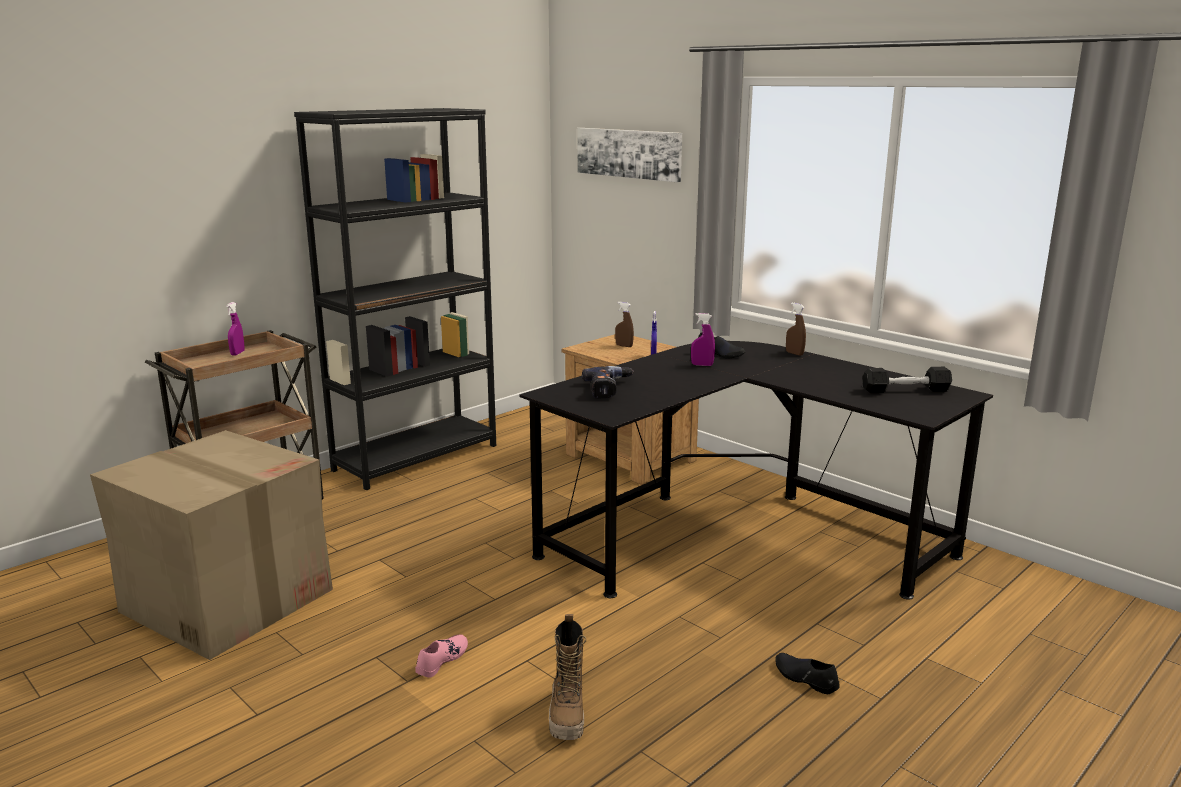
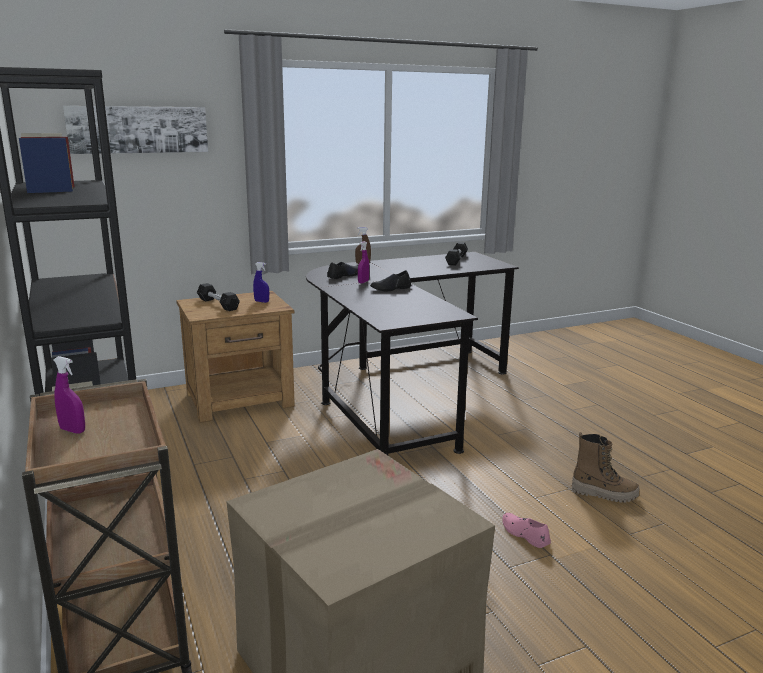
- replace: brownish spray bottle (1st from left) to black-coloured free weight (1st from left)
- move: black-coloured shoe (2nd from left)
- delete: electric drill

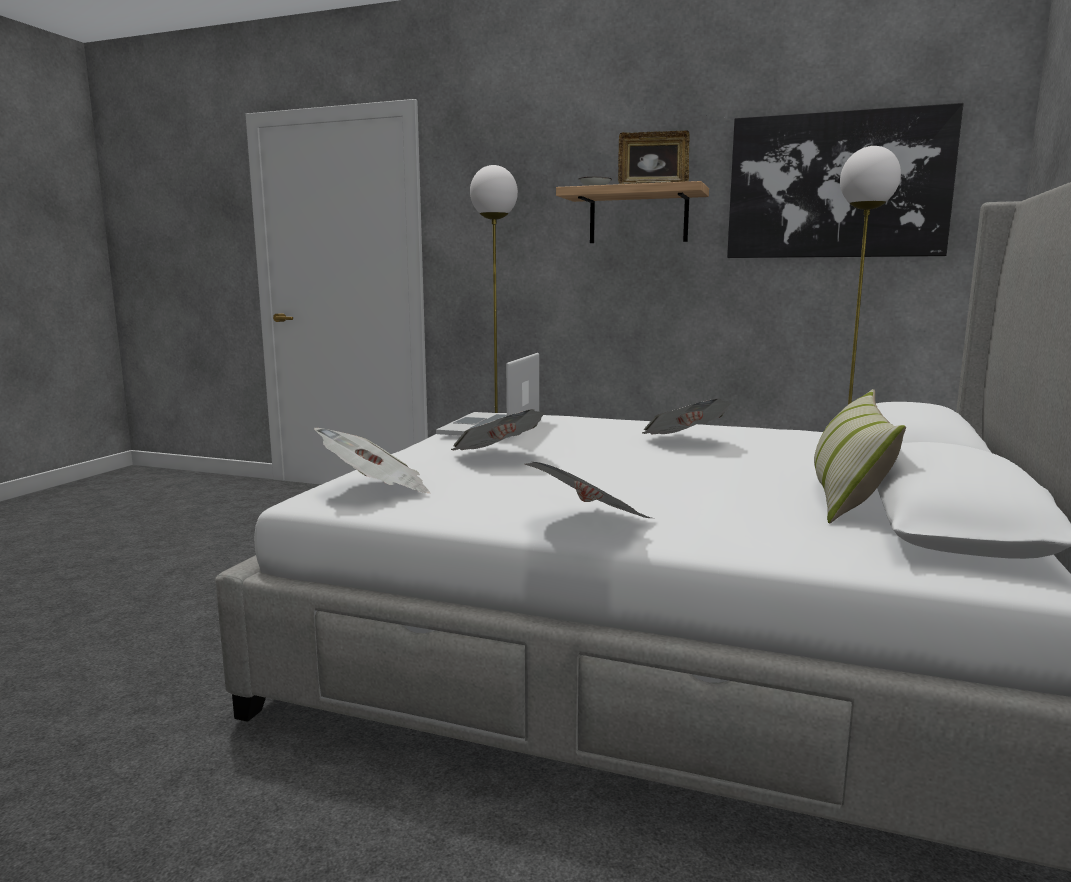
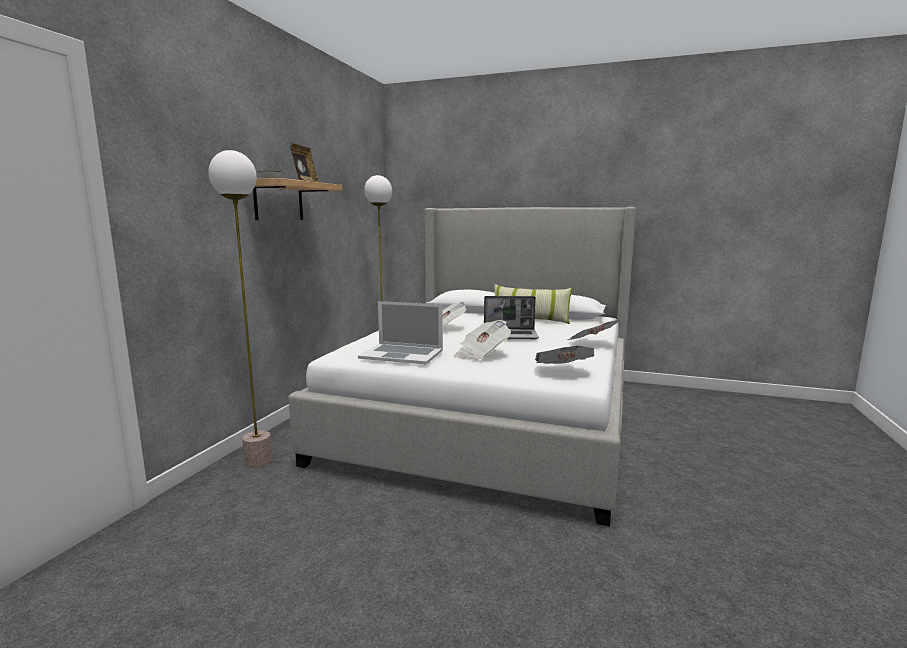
- insert: portable computer (2nd from left)
- delete: picture

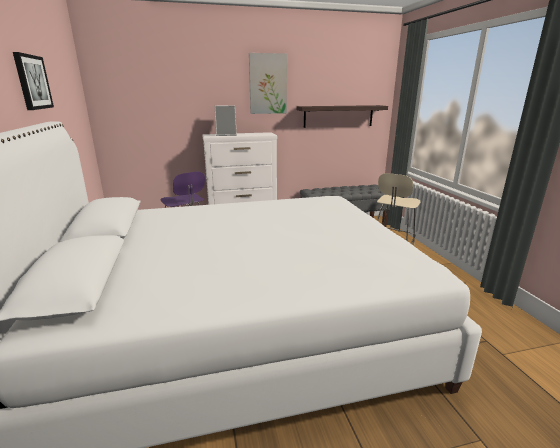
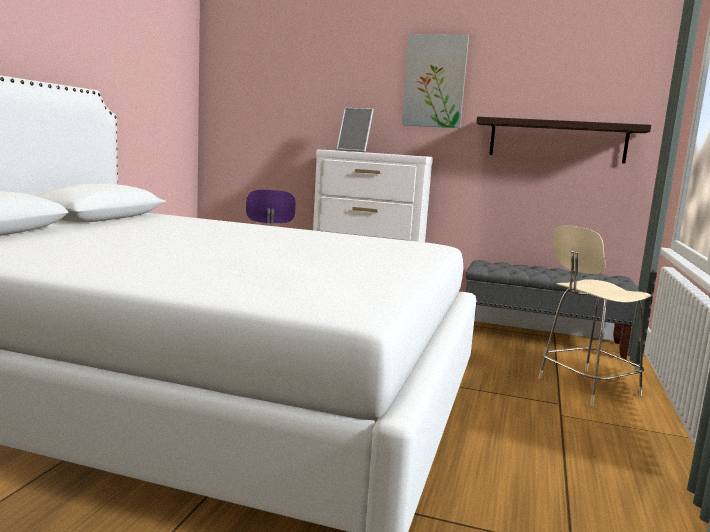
- delete: picture (1st from left)

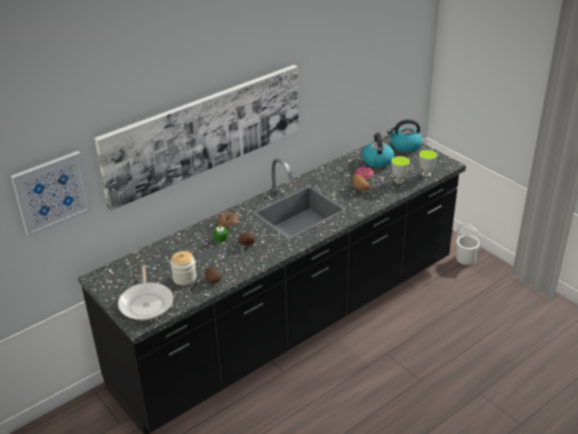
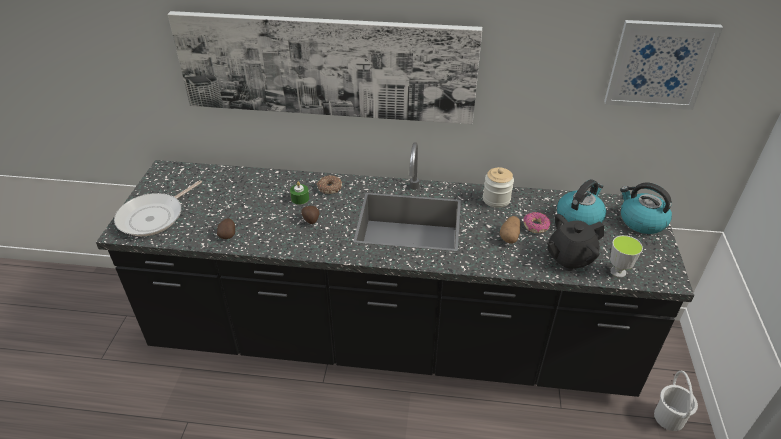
- move: storage jar
- replace: drinking cup (1st from left) to black-coloured tea pot
- move: picture (1st from left in the first image) to picture (2nd from left)

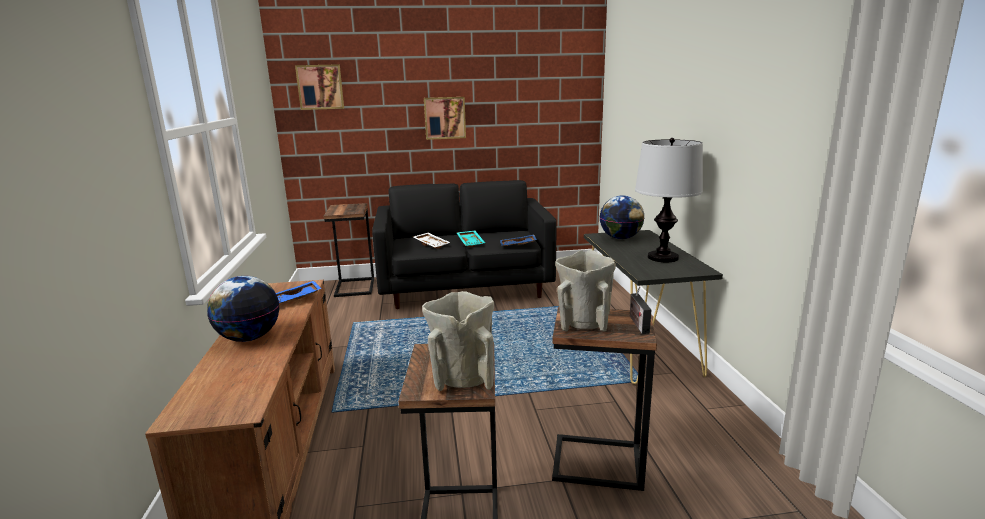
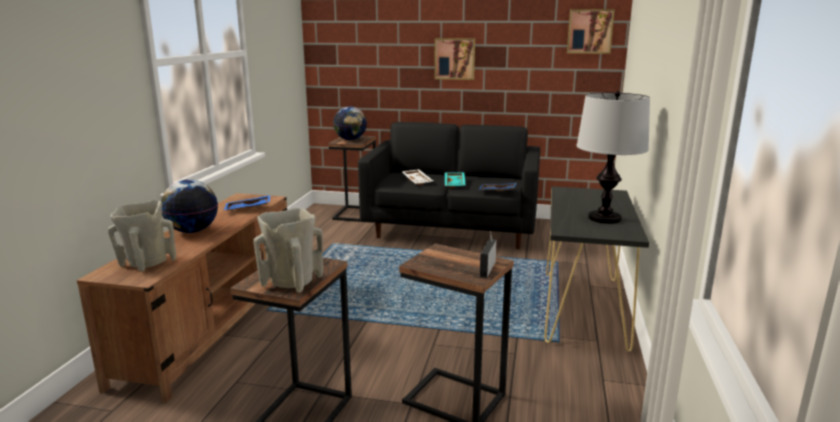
- move: beige-coloured flower vase (2nd from left in the first image) to beige-coloured flower vase (1st from left)
- move: globe (2nd from left)
- move: picture (1st from left in the first image) to picture (2nd from left)

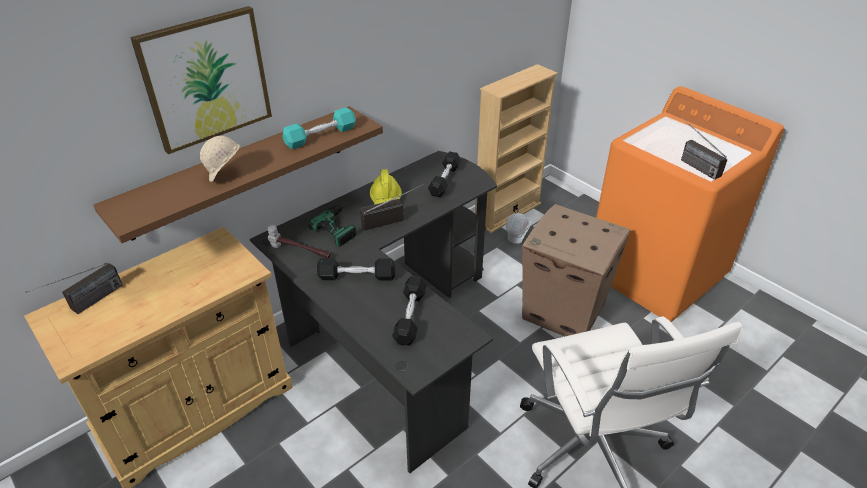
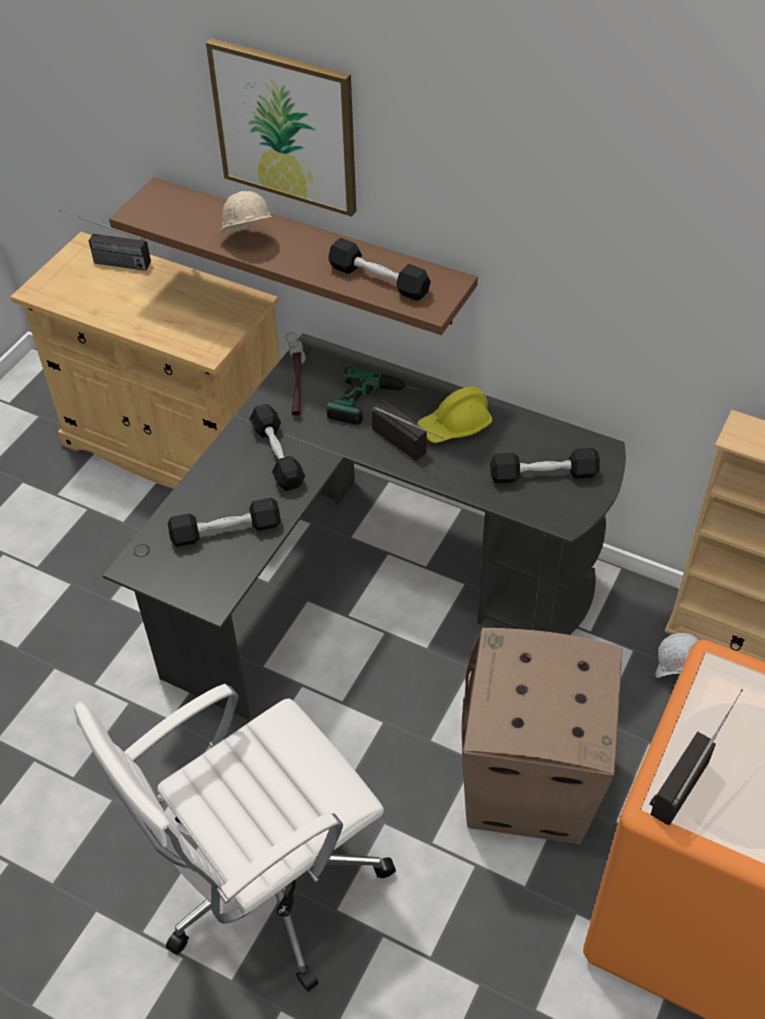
- recolor: blue-green free weight to black-coloured free weight (3rd from left)

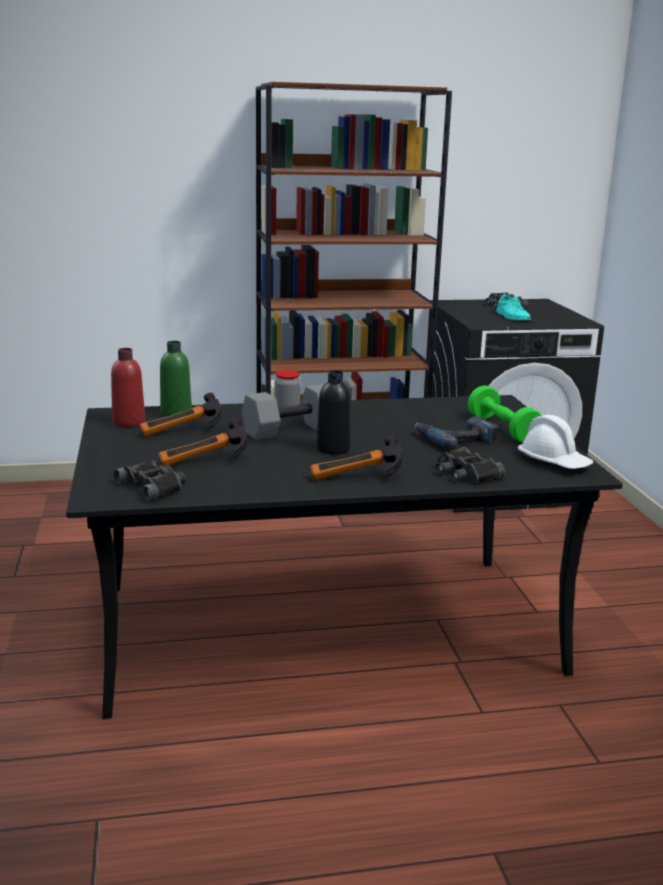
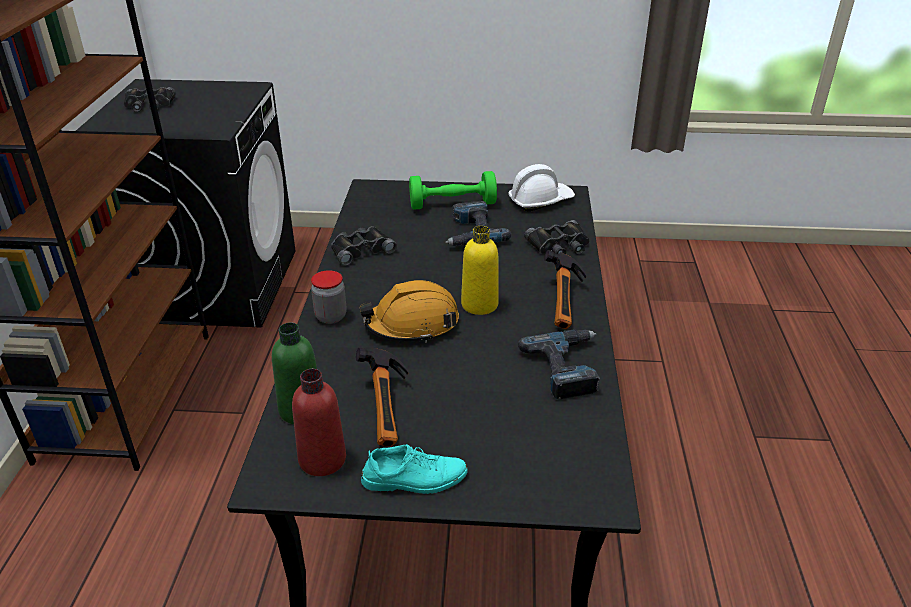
- move: black-coloured pair of binoculars (1st from left in the first image) to black-coloured pair of binoculars (2nd from left)
- replace: gray free weight to orange work helmet
- move: blue-green shoe
- recolor: black-coloured beverage bottle to yellow-coloured beverage bottle
- insert: electric drill (2nd from left)
- delete: hammer (2nd from left)

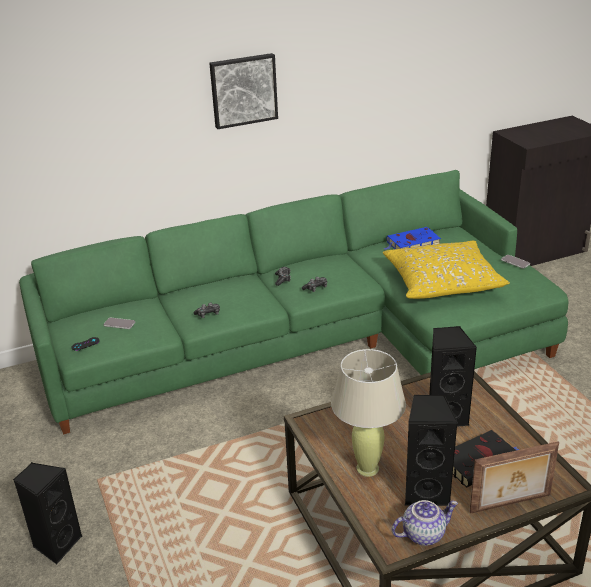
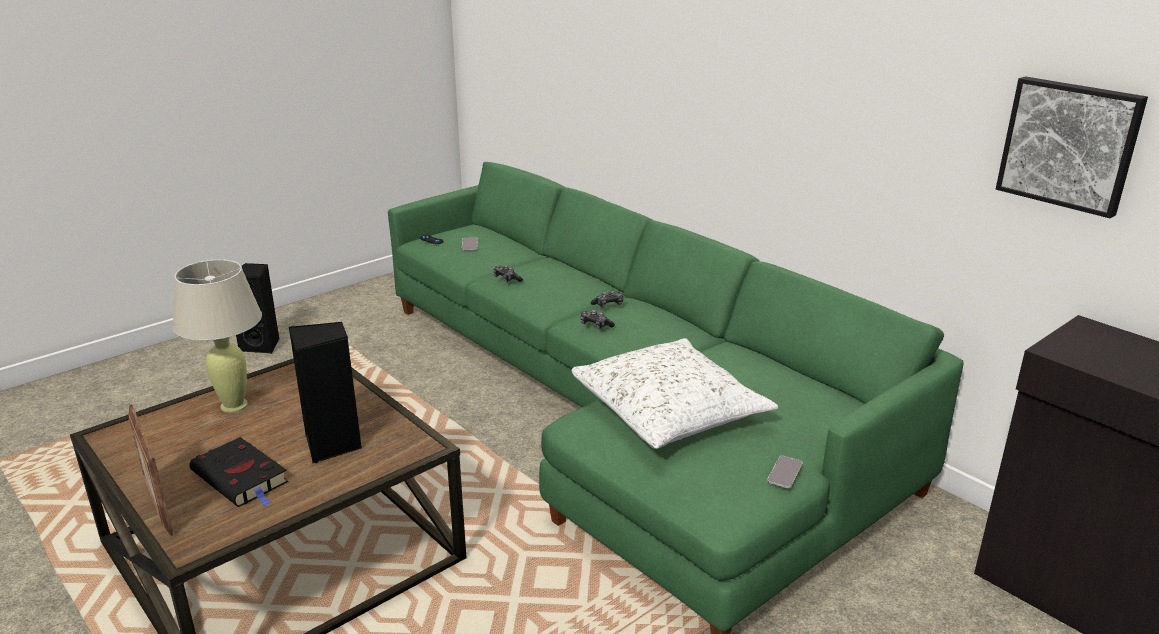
- recolor: yellow-coloured pillow to white-coloured pillow
- move: picture
- delete: blue book
- delete: tea pot
- delete: black-coloured loudspeaker (2nd from left)

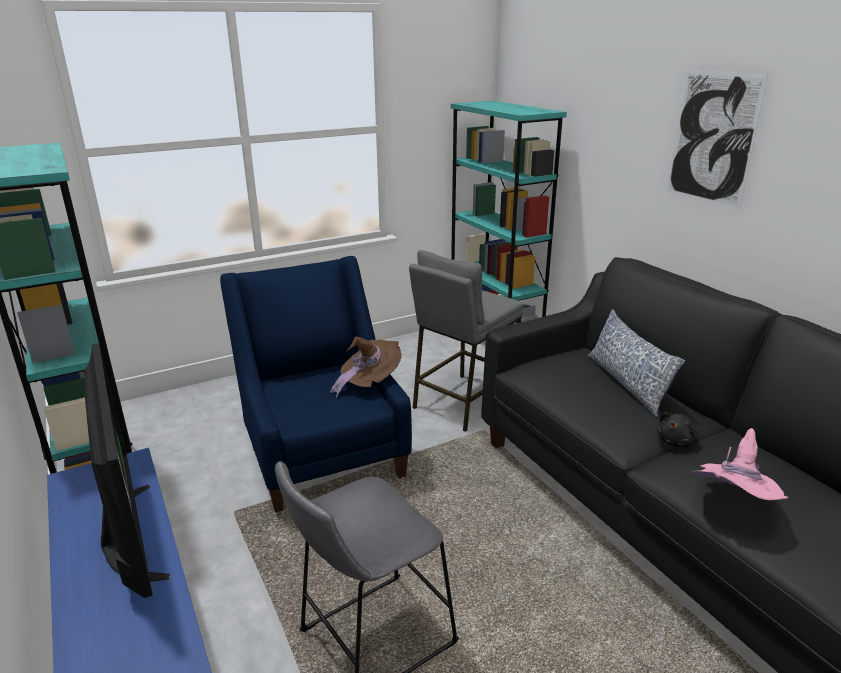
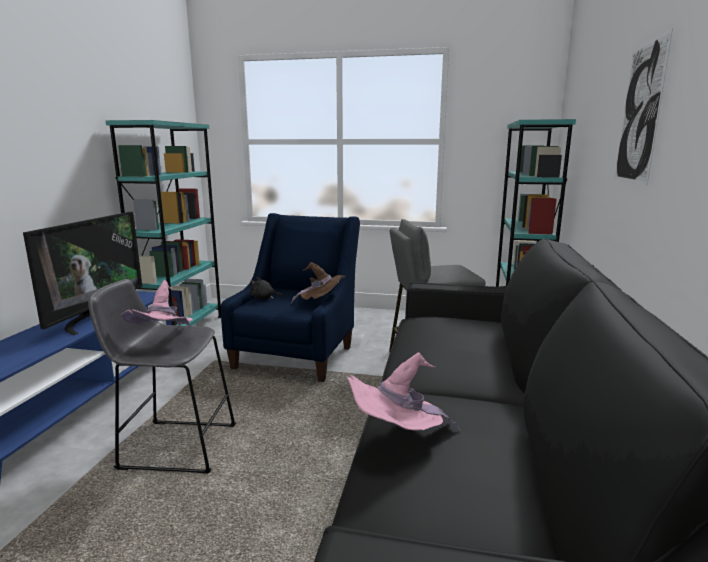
- insert: pinkish clothing hat (1st from left)
- move: black-coloured soft toy
- delete: pillow

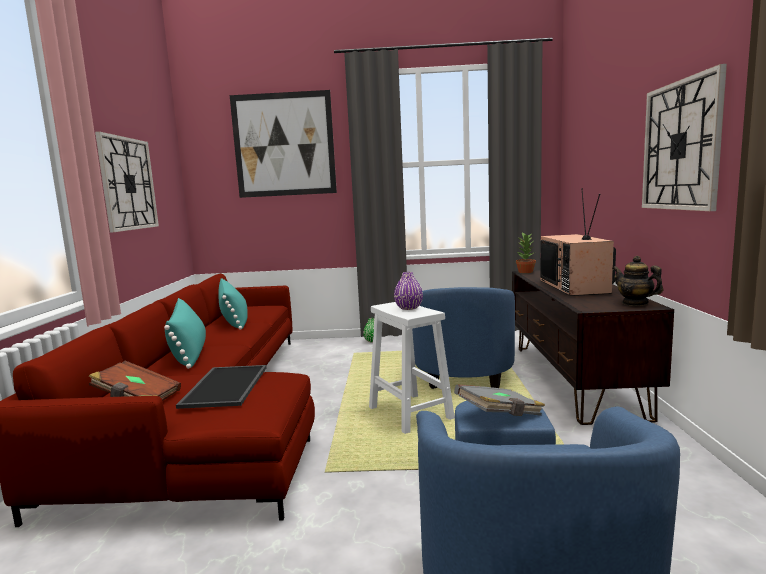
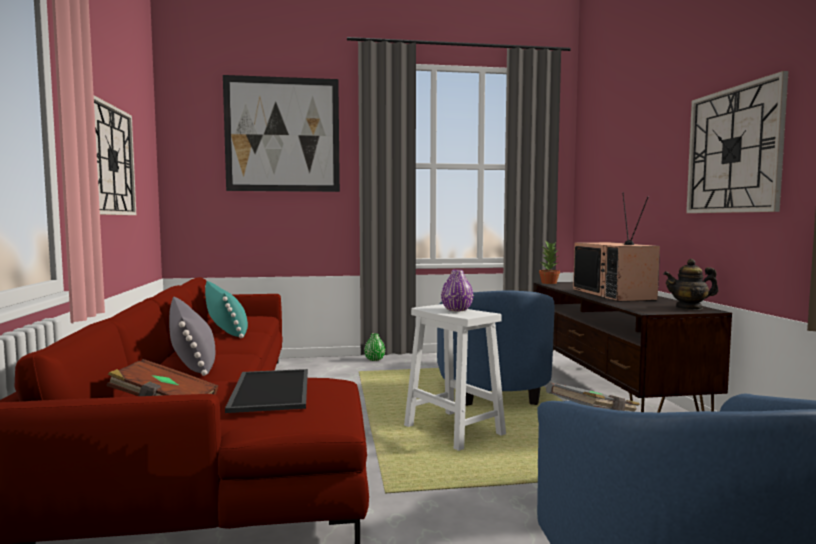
- recolor: blue-green pillow (1st from left) to gray pillow
- rotate: tea pot 45 degrees counterclockwise

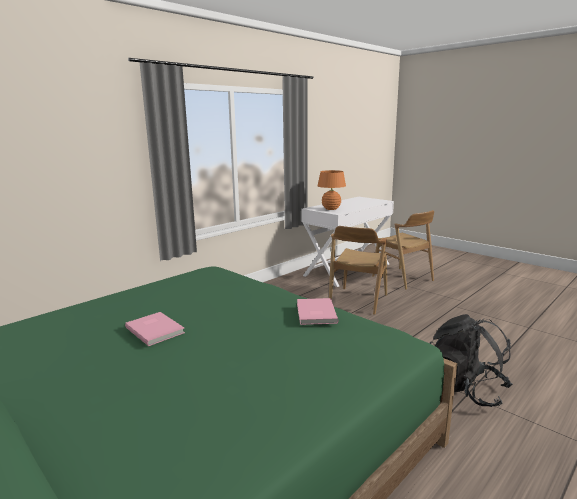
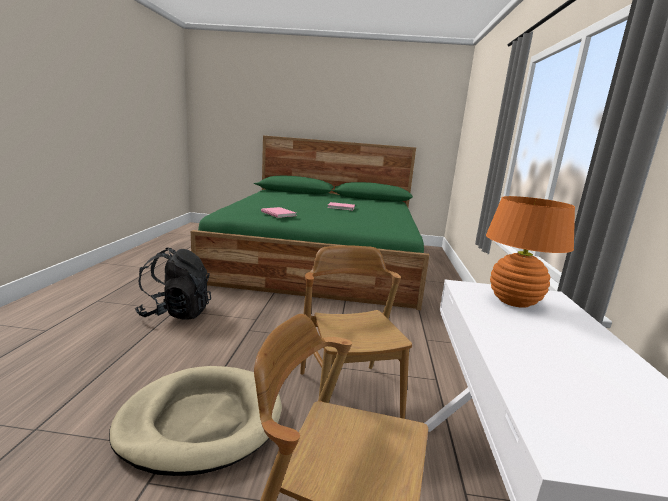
- insert: beige-coloured dog bed

